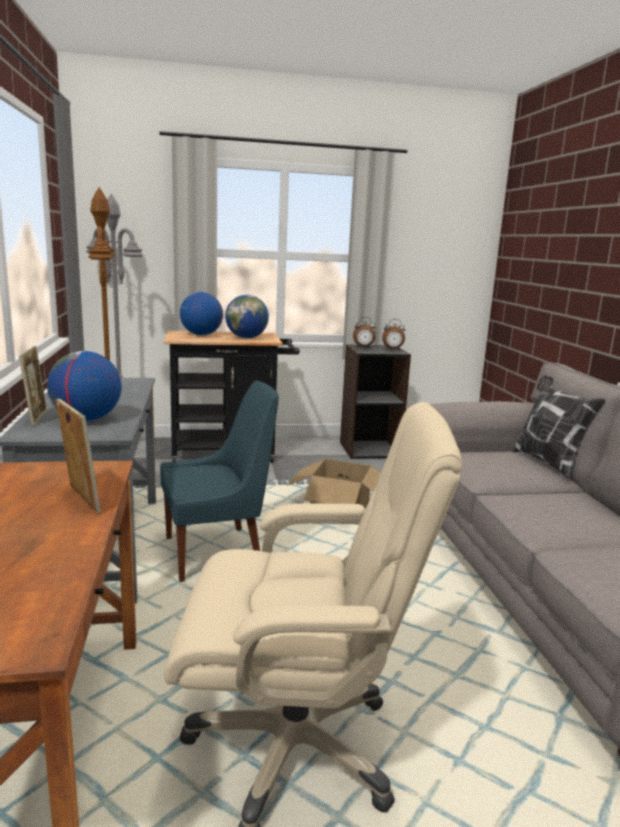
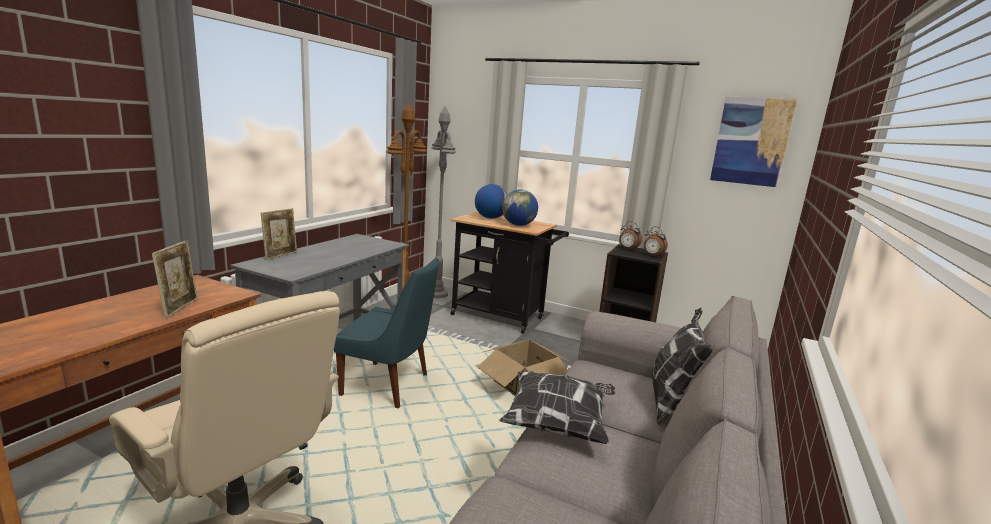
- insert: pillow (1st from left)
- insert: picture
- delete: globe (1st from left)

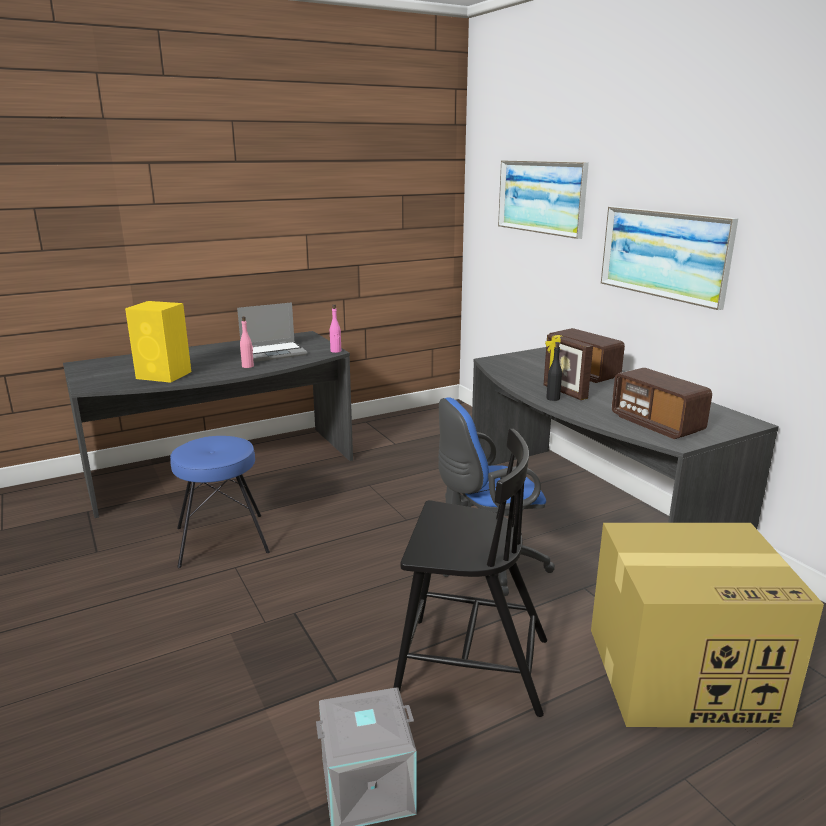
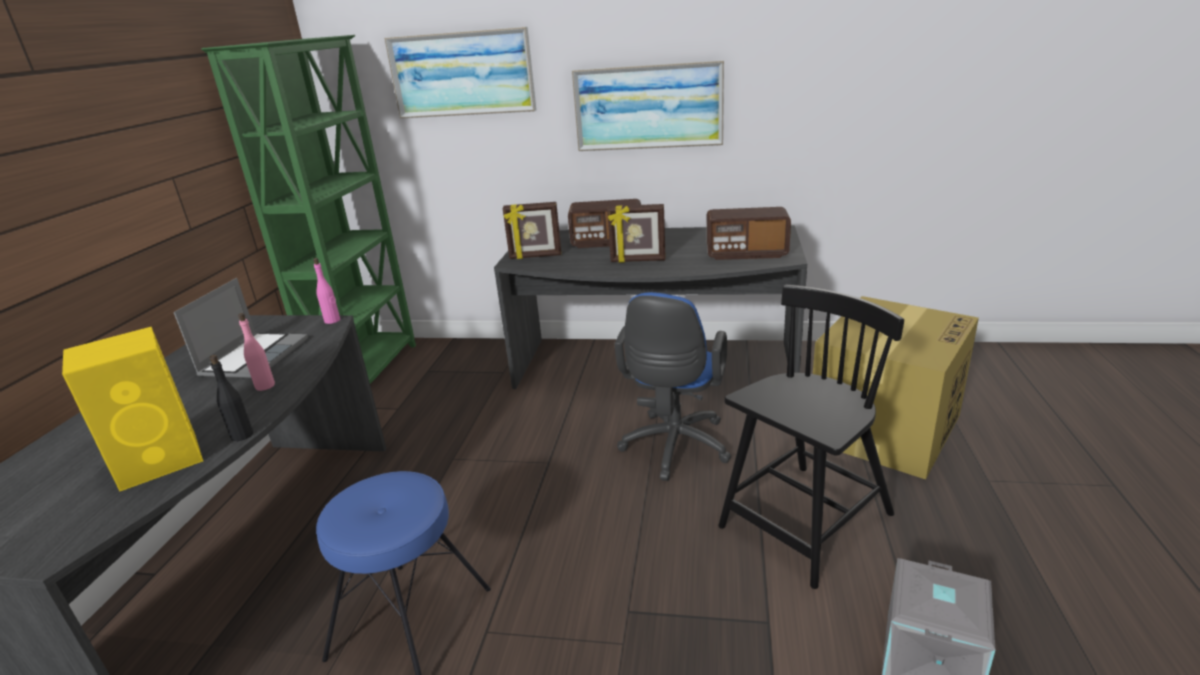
- insert: green-coloured bookcase
- move: black-coloured beverage bottle
- insert: picture frame (1st from left)

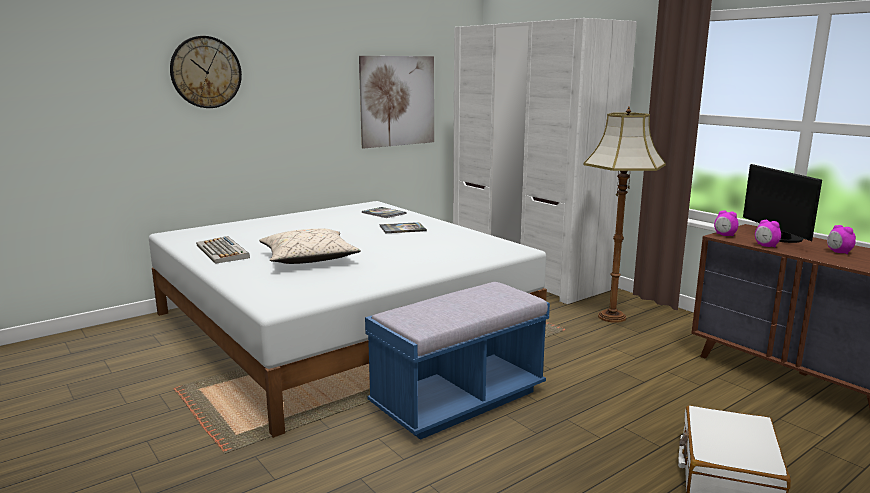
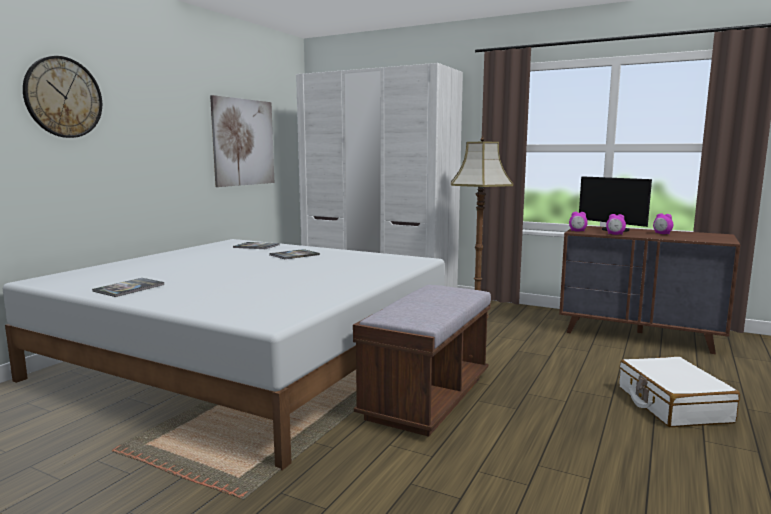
- replace: keyboard to book (1st from left)
- recolor: blue indoor bench to brownish indoor bench
- delete: beige-coloured pillow

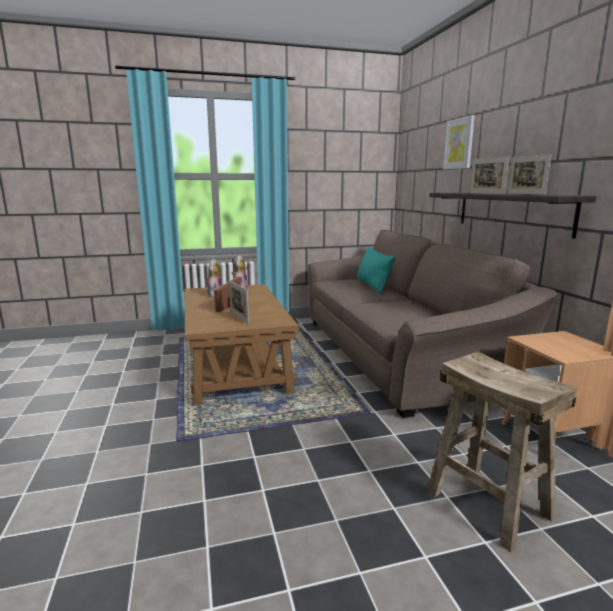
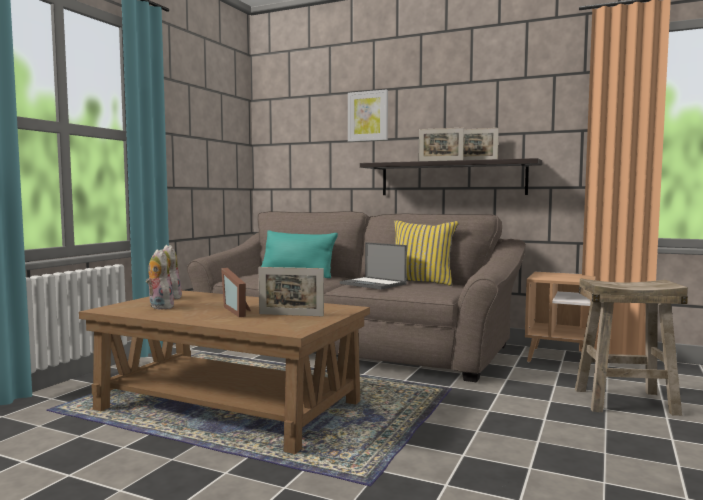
- insert: portable computer
- insert: yellow-coloured pillow

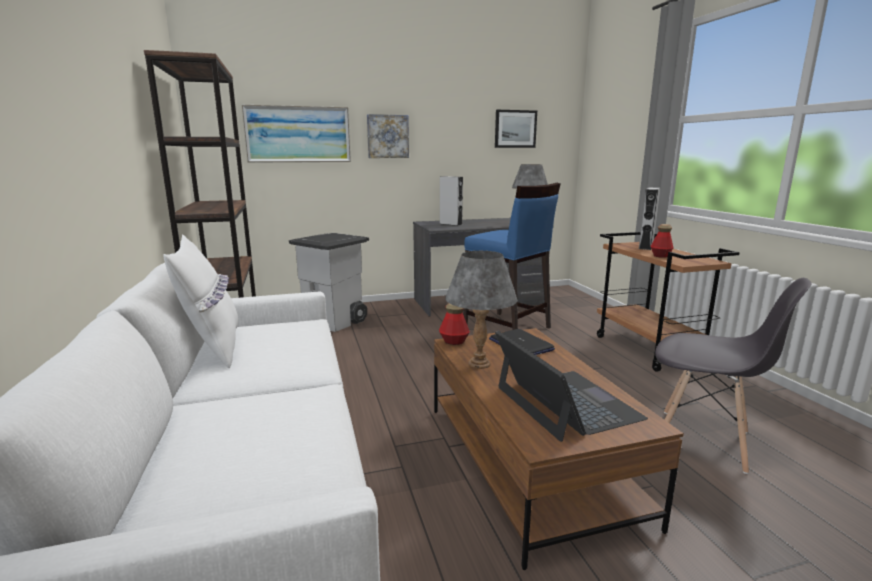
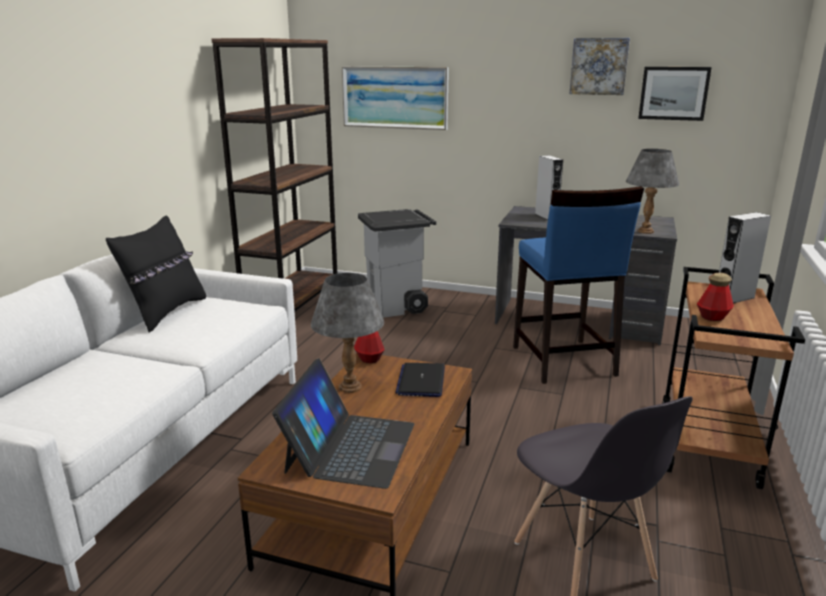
- recolor: white-coloured pillow to black-coloured pillow
- move: picture (2nd from left)

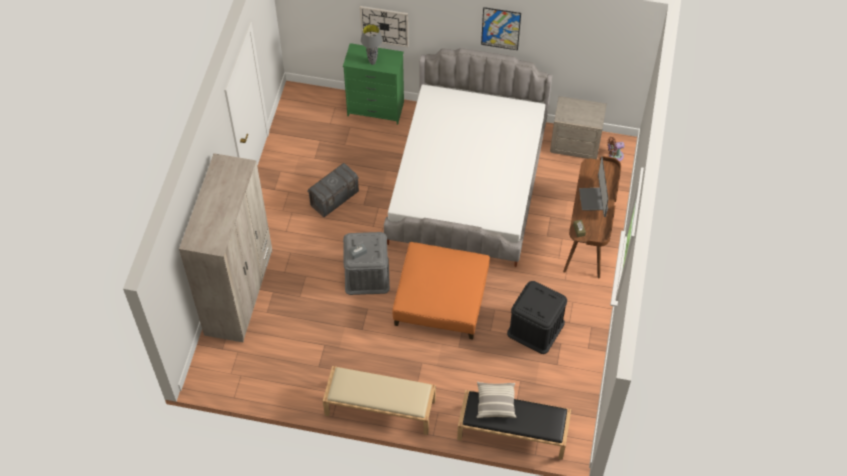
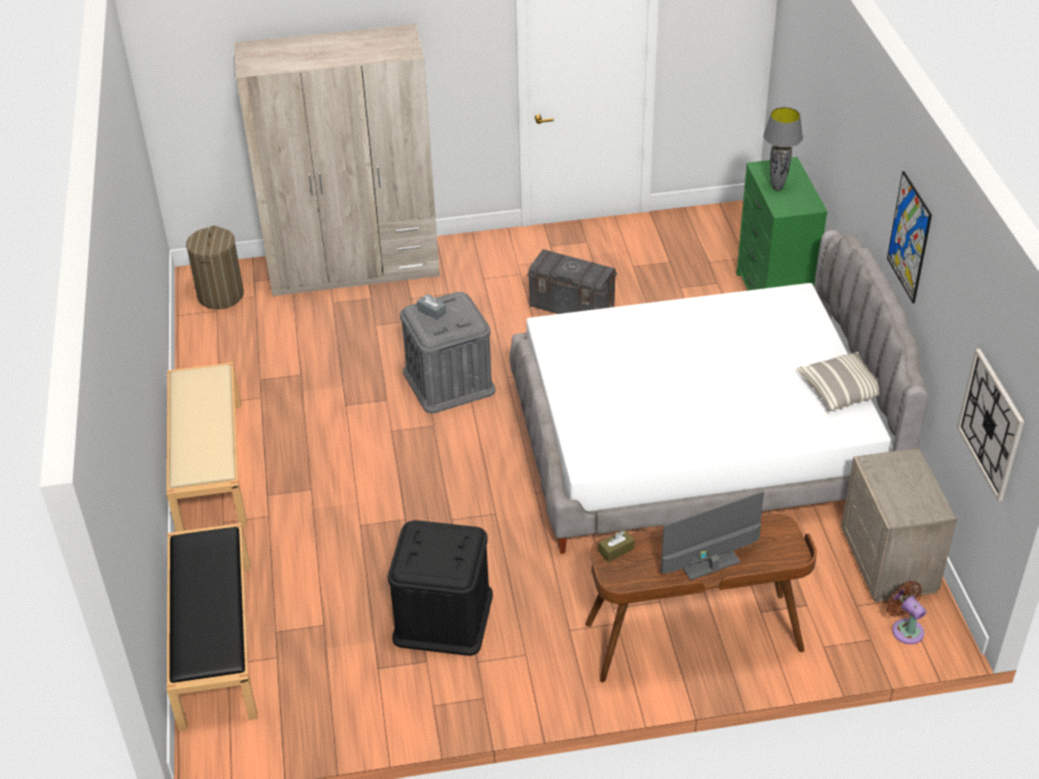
- insert: washing basket
- move: pillow
- move: clock on the wall
- delete: orange ottoman

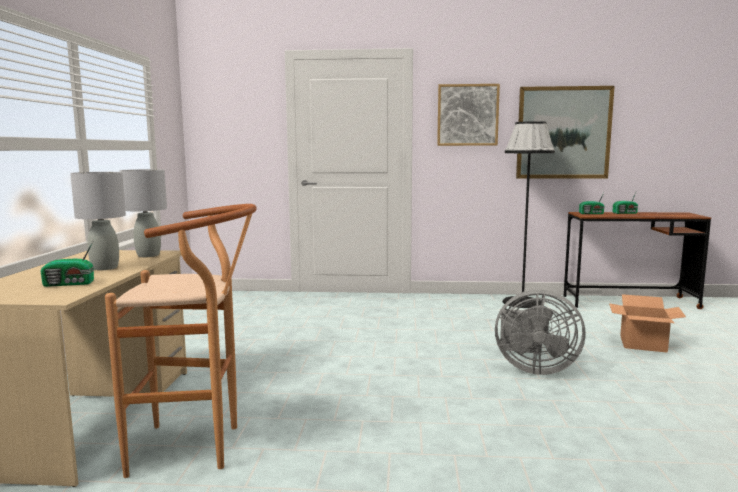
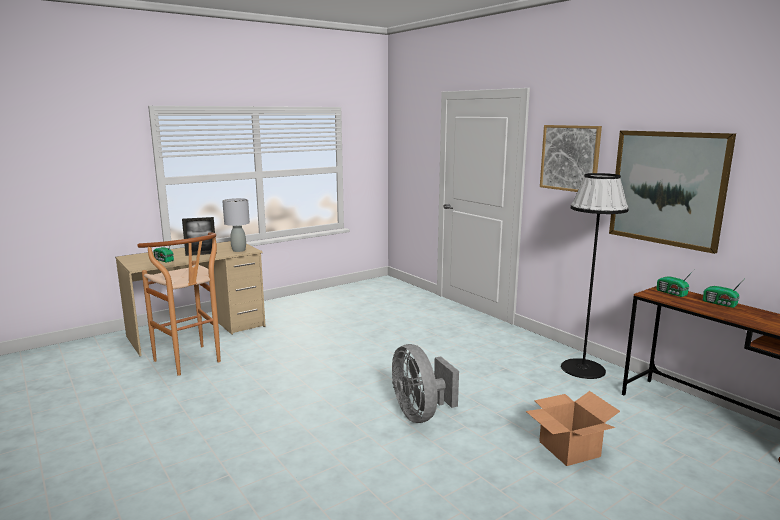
- replace: gray lamp for a table (1st from left) to picture frame

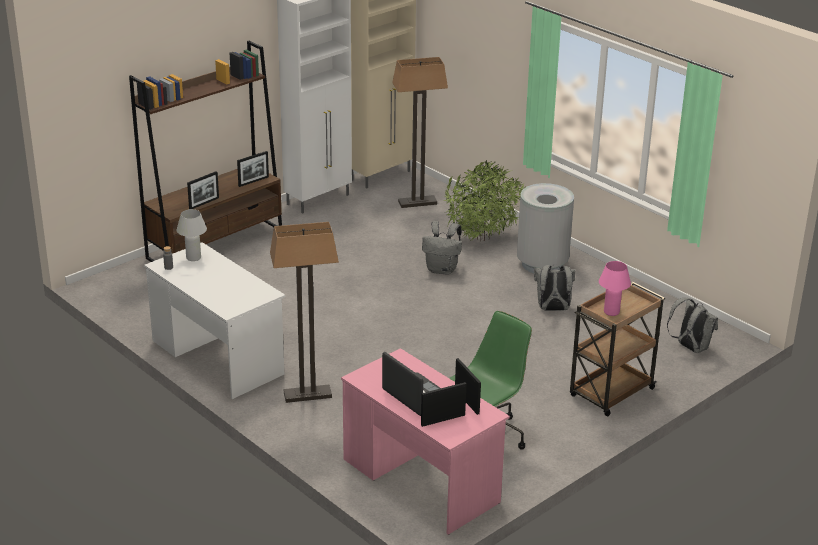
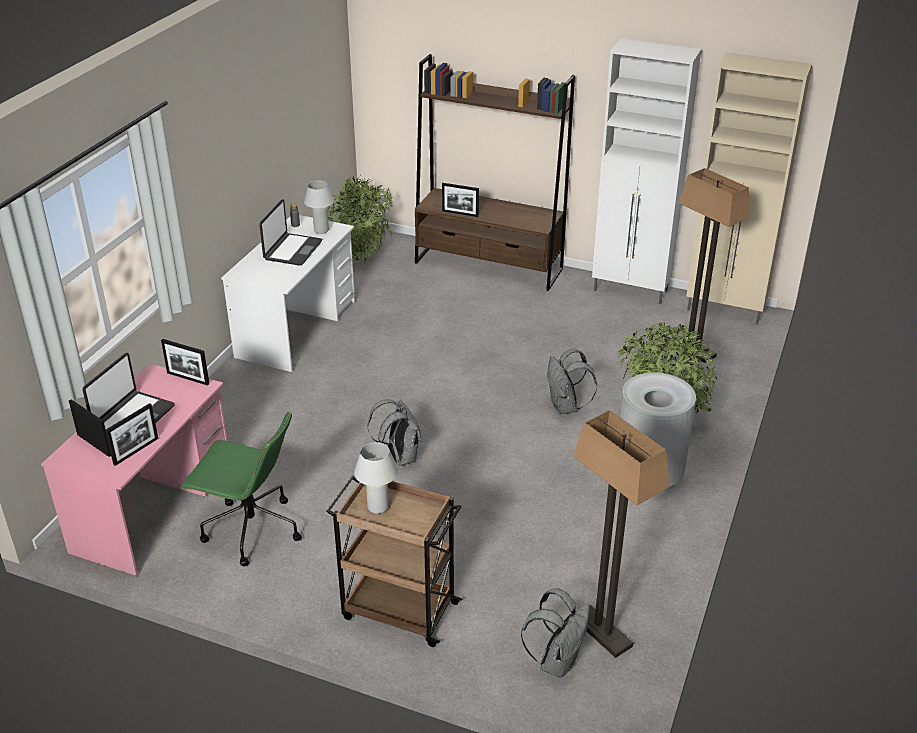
- move: picture frame (2nd from left in the first image) to picture frame (3rd from left)
- insert: portable computer (2nd from left)
- insert: plant in a pot (1st from left)
- recolor: pinkish lamp for a table to white-coloured lamp for a table (2nd from left)
- move: gray backpack (2nd from left in the first image) to gray backpack (1st from left)
- move: standing lamp (1st from left)

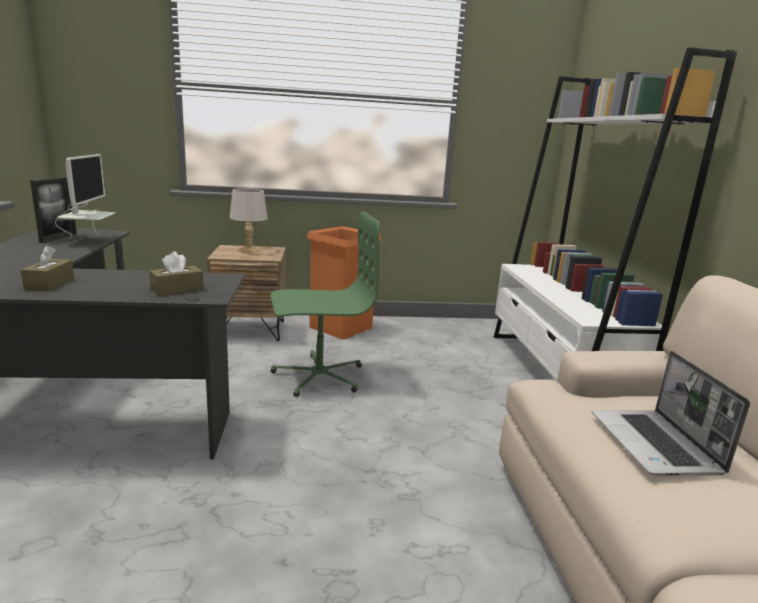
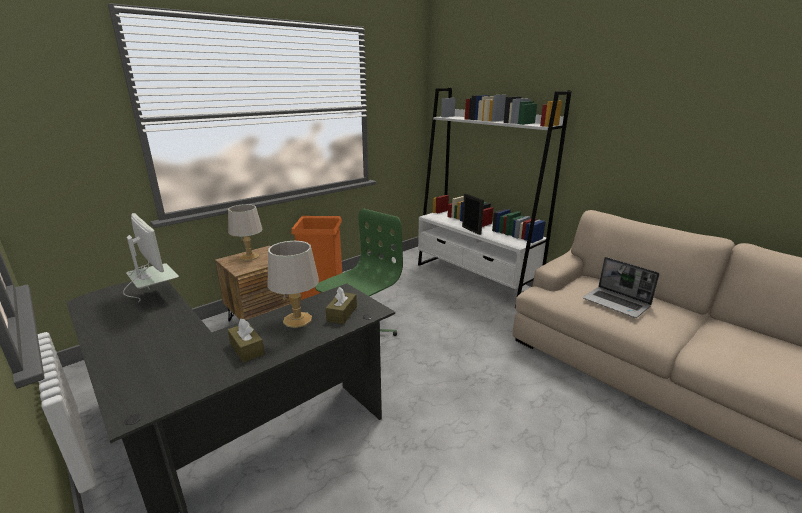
- insert: gray lamp for a table (2nd from left)
- move: picture frame

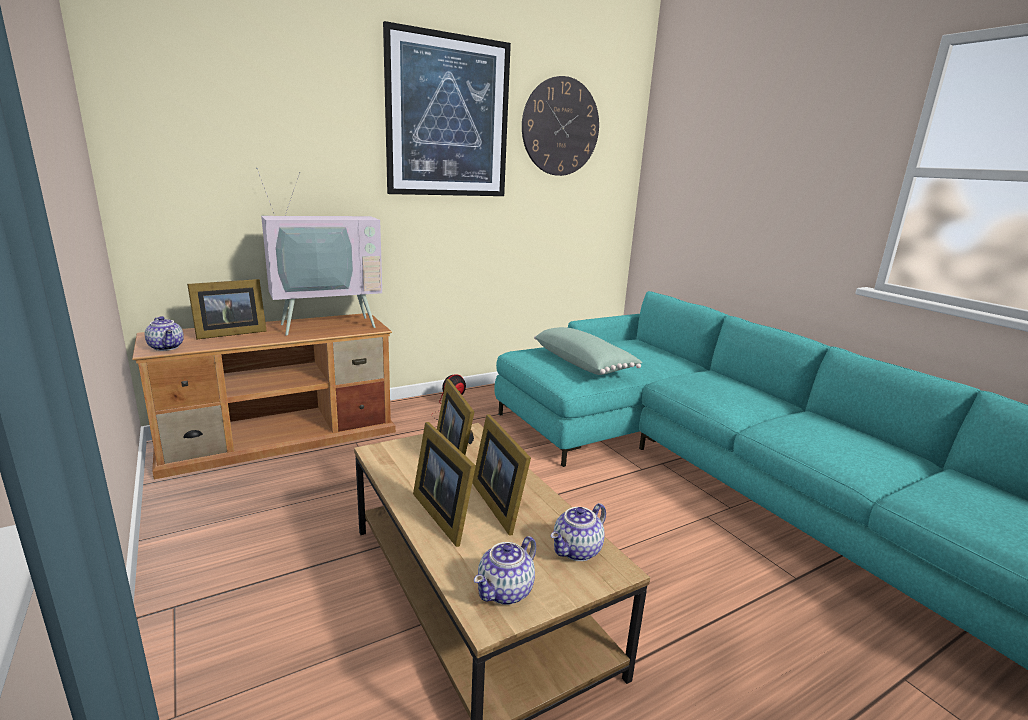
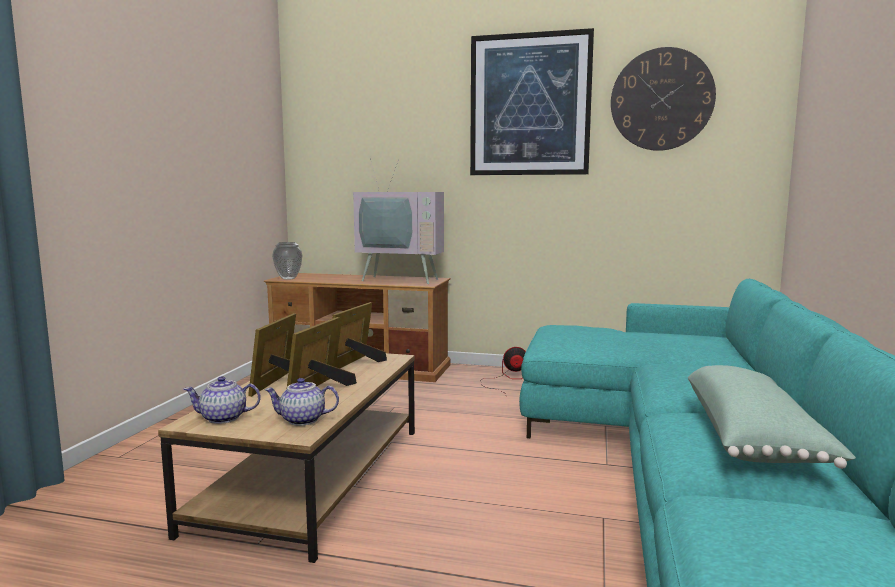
- replace: tea pot (1st from left) to flower vase
- move: green-coloured pillow
- delete: picture frame (1st from left)

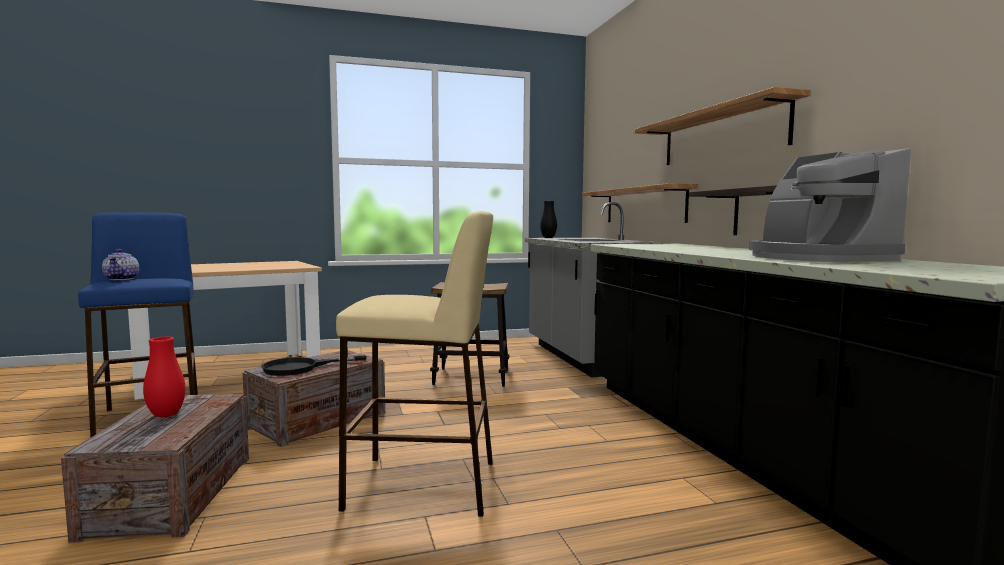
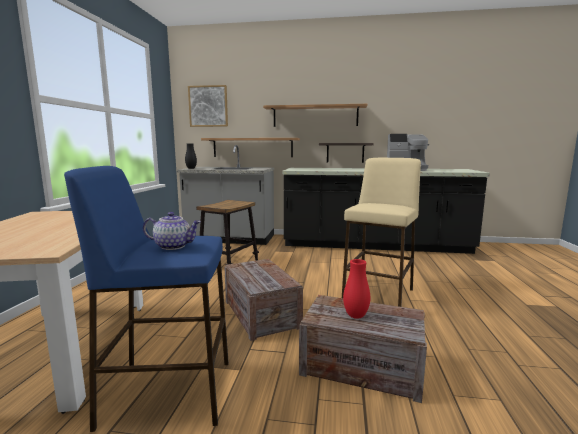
- insert: picture
- delete: black-coloured pan

